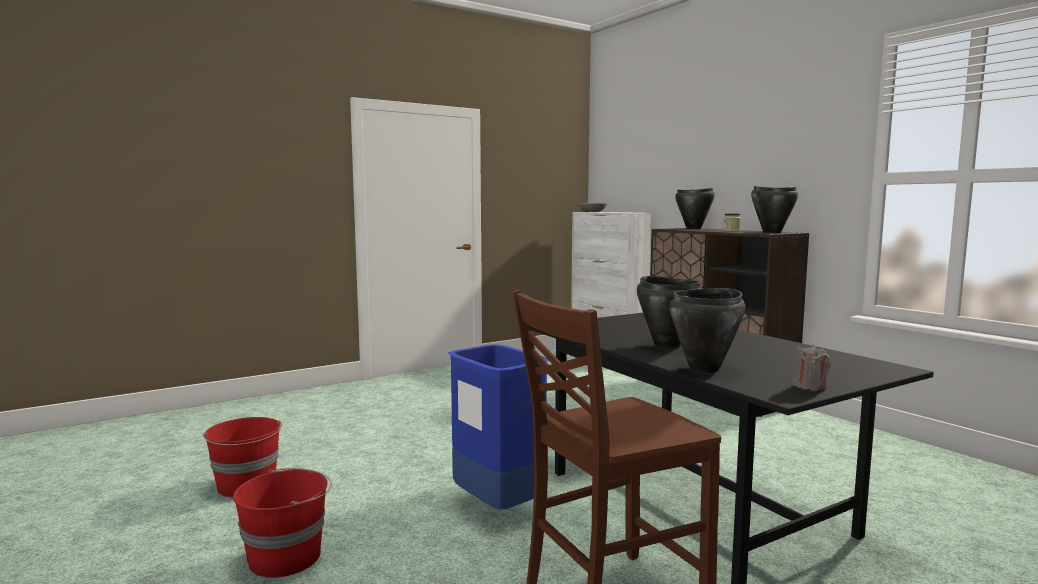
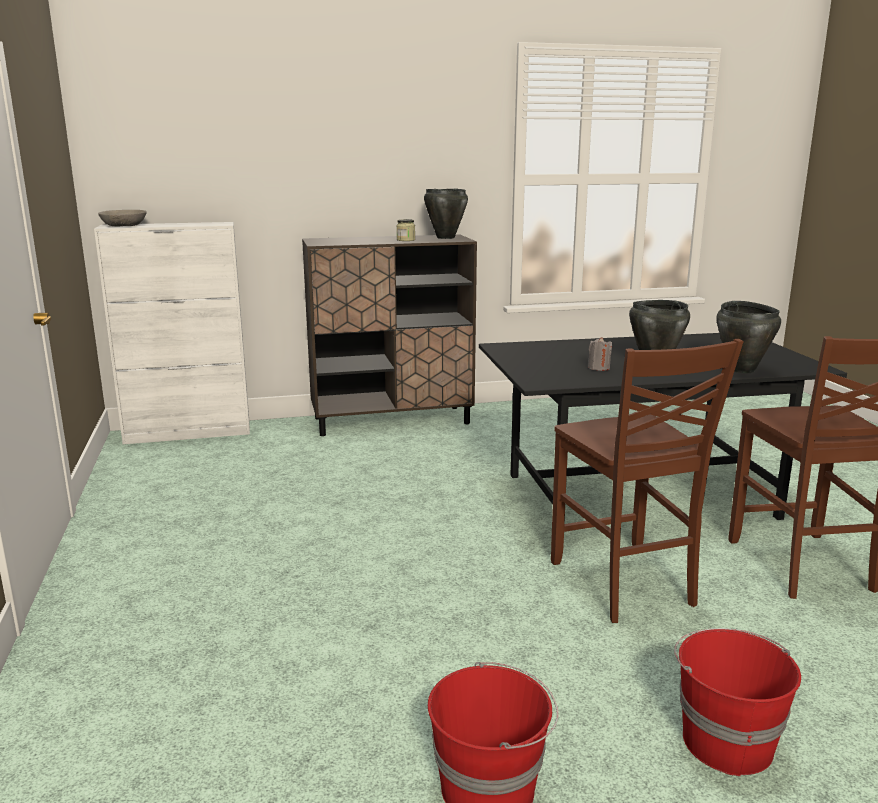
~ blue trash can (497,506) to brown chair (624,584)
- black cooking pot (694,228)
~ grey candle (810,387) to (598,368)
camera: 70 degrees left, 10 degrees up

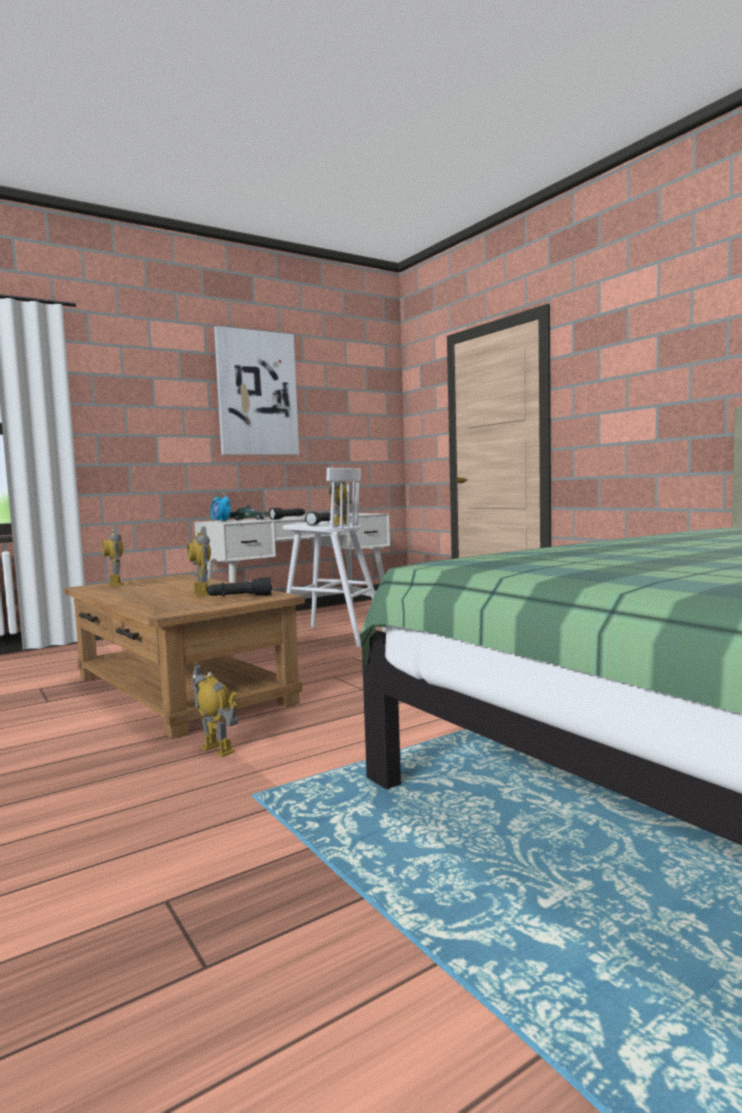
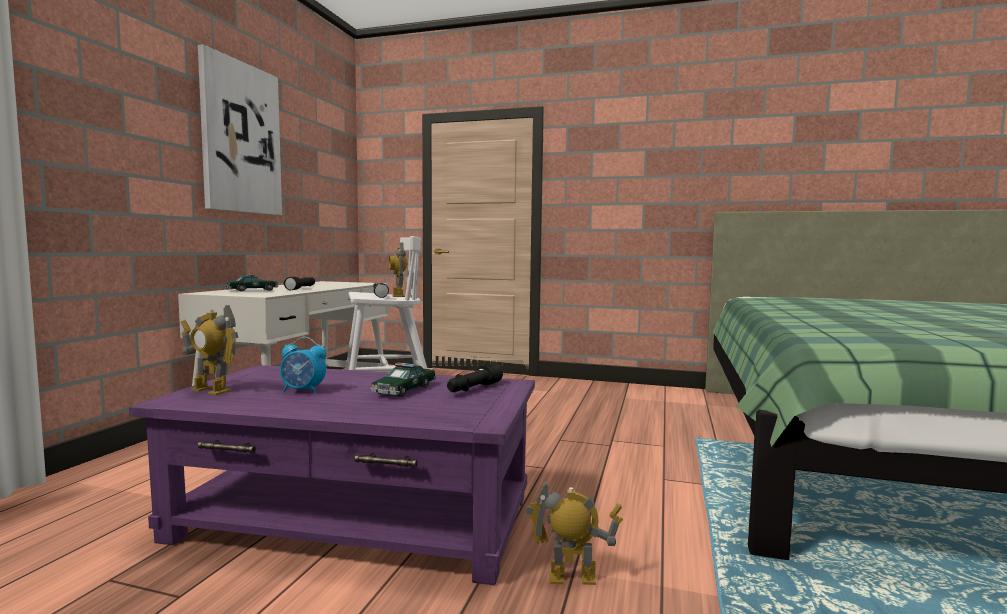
~ brown coffee table (181,690) to purple coffee table (357,518)
~ toy robot (201,593) to toy car (404,390)
~ alarm clock (220,521) to (303,391)
camera: 40 degrees left, 0 degrees up

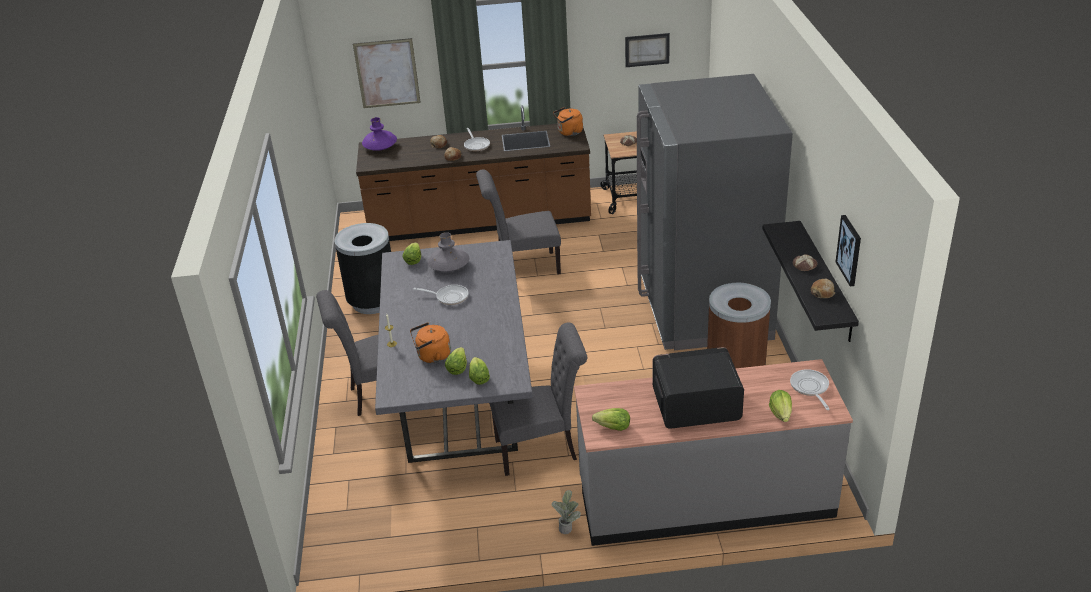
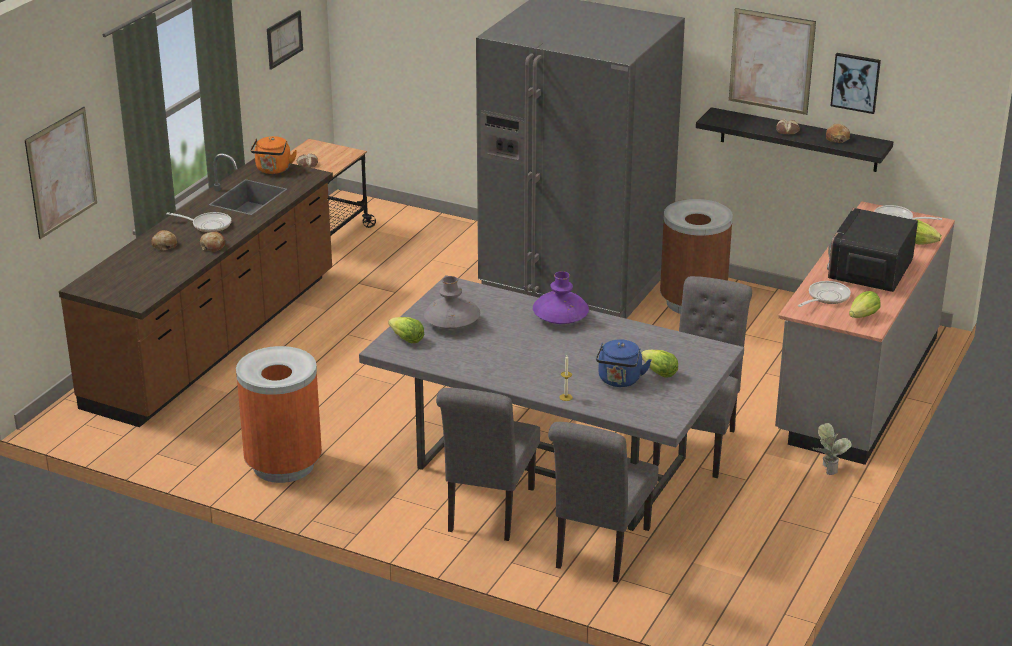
~ black trash can (373,302) to orange trash can (283,464)
~ purple vase (380,147) to (560,317)
~ orange kettle (432,356) to blue kettle (619,381)
~ frying pan (449,297) to (826,297)
- lettuce (479,378)
~ grey chair (523,267) to (599,551)
+ picture (771,61)
camera: 60 degrees left, 5 degrees down

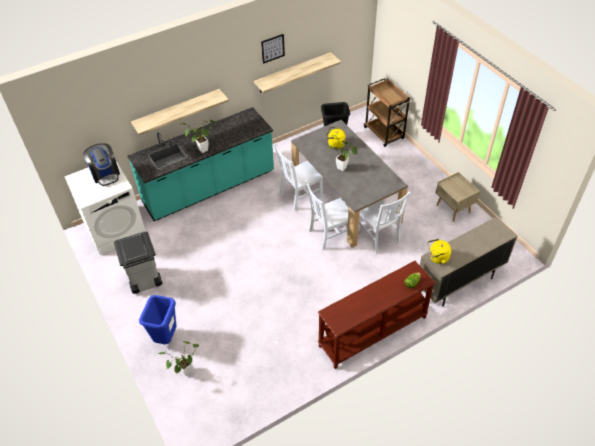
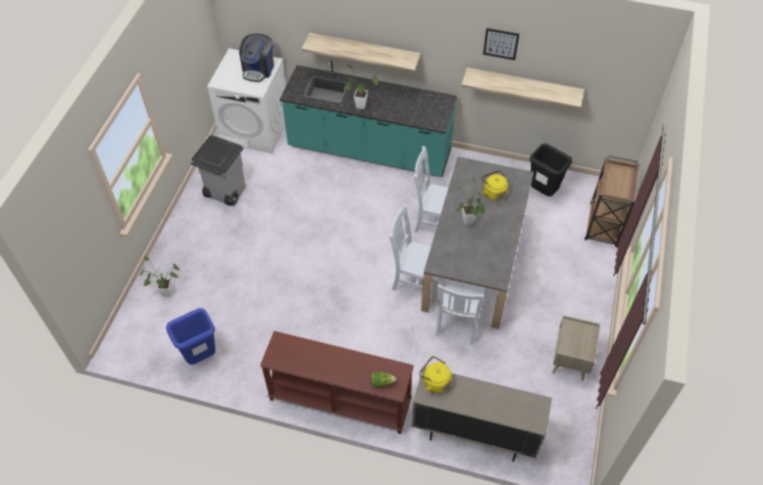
~ blue trash can (166,337) to (201,357)
camera: 45 degrees right, 5 degrees up

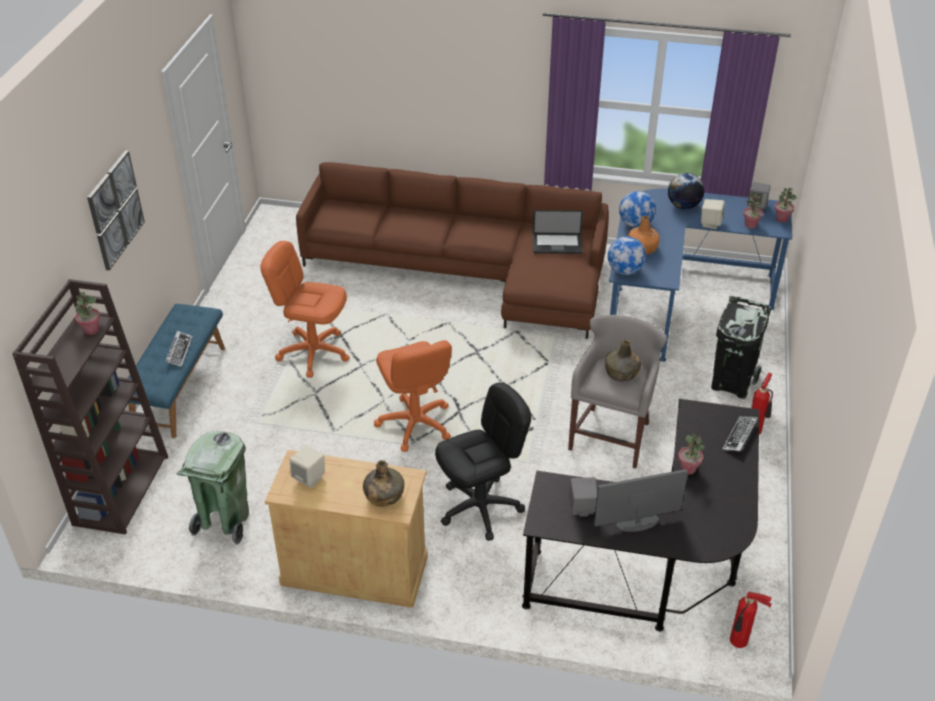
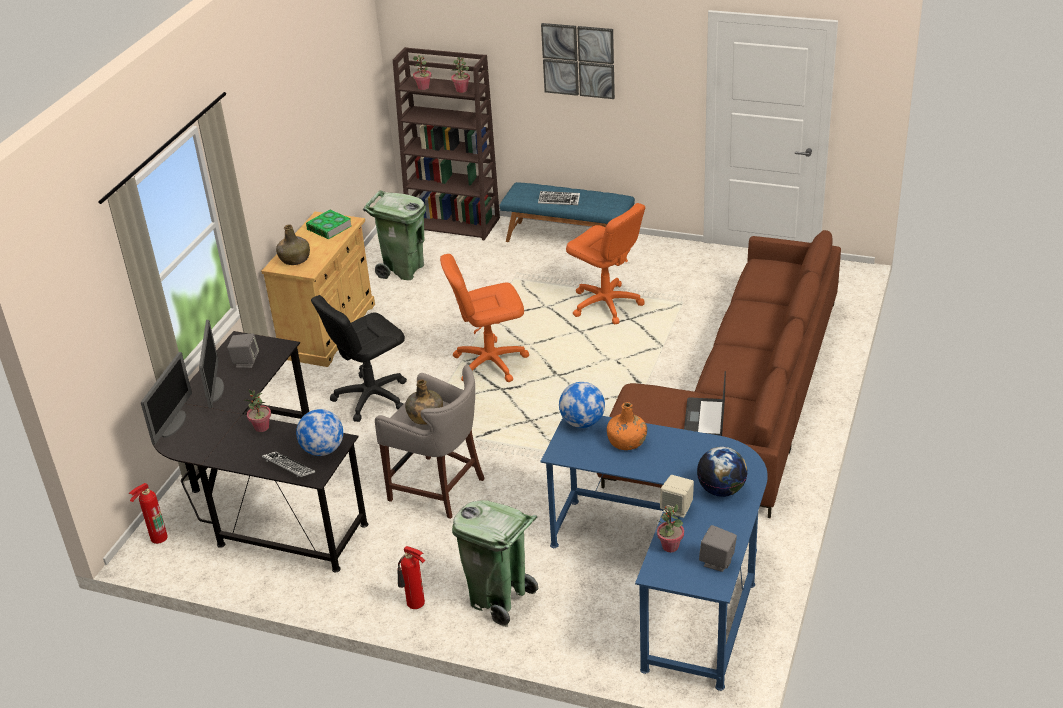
~ orange office chair (313,352) = (606,304) 105 degrees clockwise
~ beige speaker (309,478) to book (329,228)
~ black office chair (480,508) = (371,397) 75 degrees clockwise
~ globe (635,224) to (323,450)
~ black trash can (731,383) to green trash can (499,599)
~ potted plant (781,219) to (423,87)
+ monitor (173,424)
camera: 100 degrees right, 5 degrees down

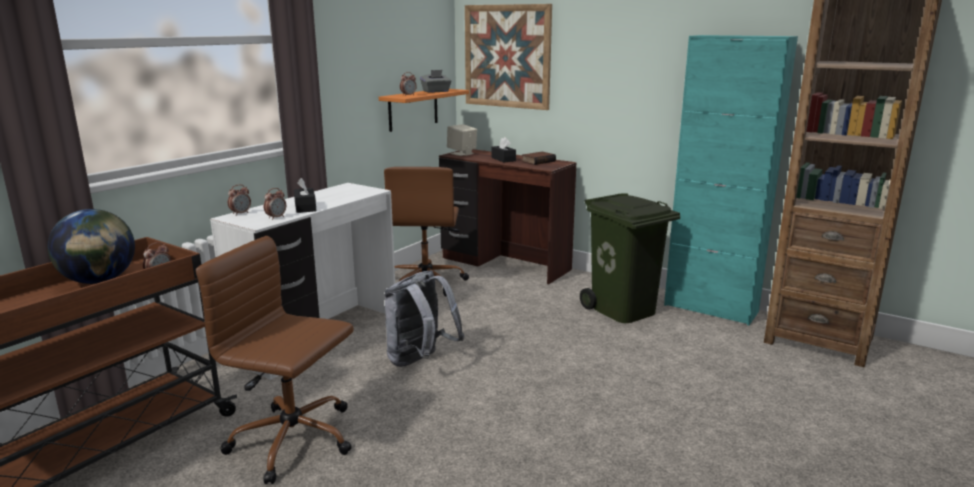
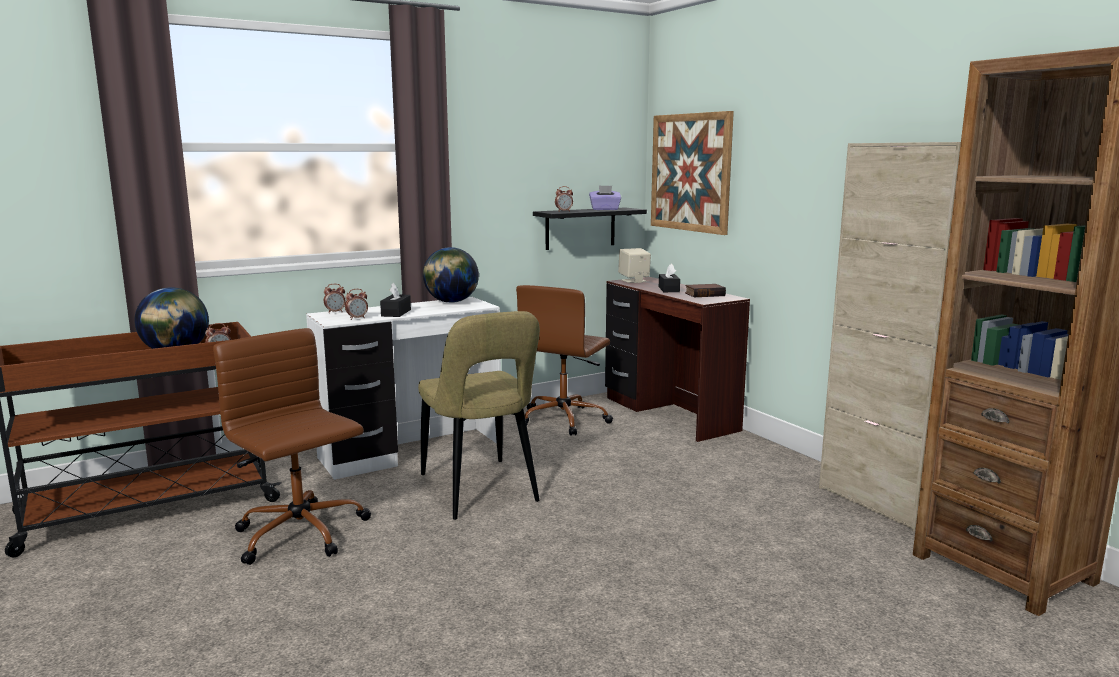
~ orange shelf (413,109) to black shelf (580,228)
~ grey backpack (420,361) to beige chair (480,491)
~ grey tissue box (436,91) to purple tissue box (605,209)
- green trash can (622,310)
~ turquoise cabinet (710,308) to beige cabinet (880,502)
+ globe (451,302)
camera: 25 degrees right, 5 degrees down

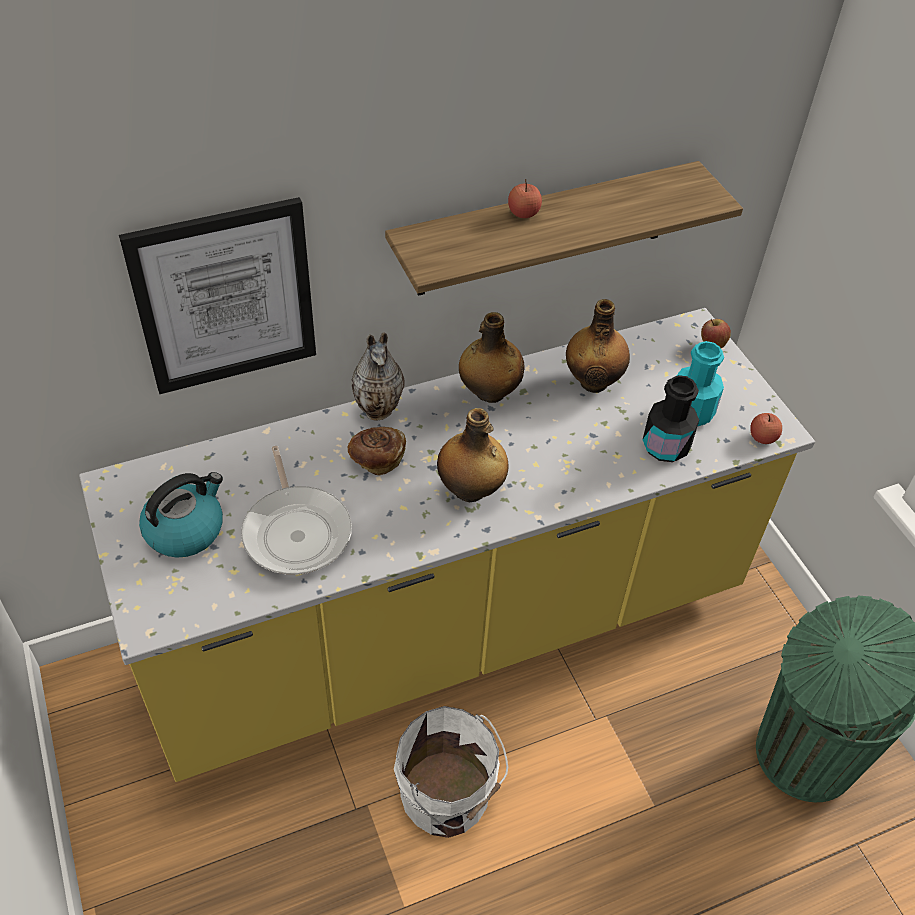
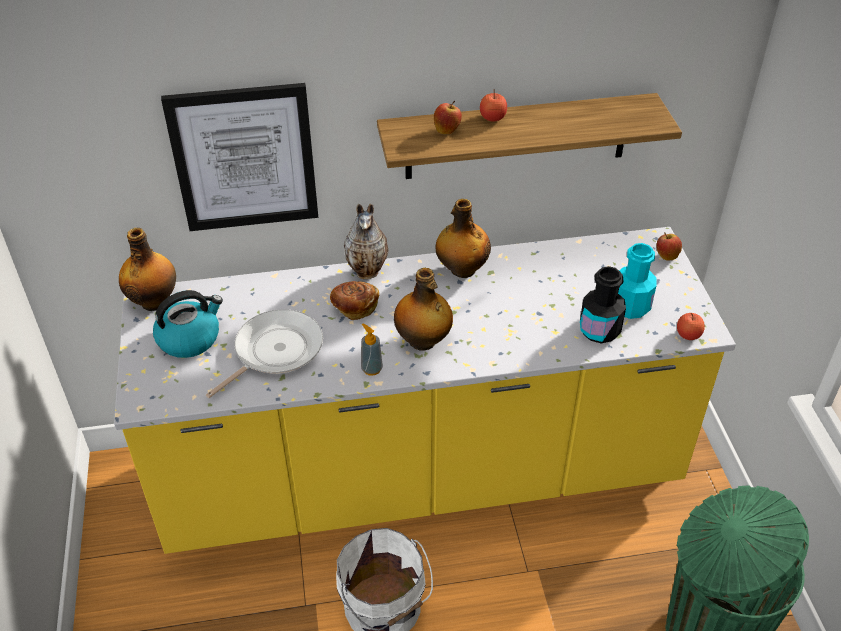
~ frying pan (297,530) = (274,351) 135 degrees counterclockwise
~ bottle (593,381) to (154,301)
+ soap dispenser (371,369)
+ apple (447,130)
camera: 15 degrees right, 5 degrees down

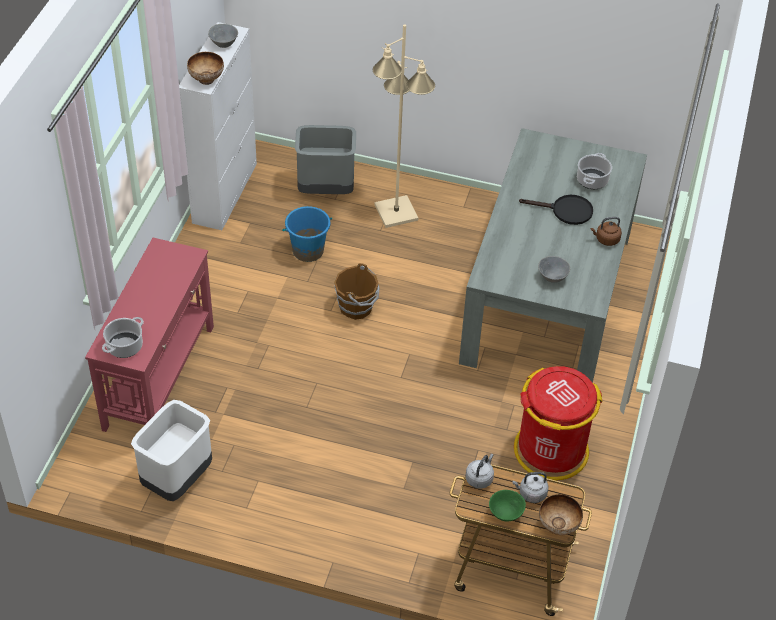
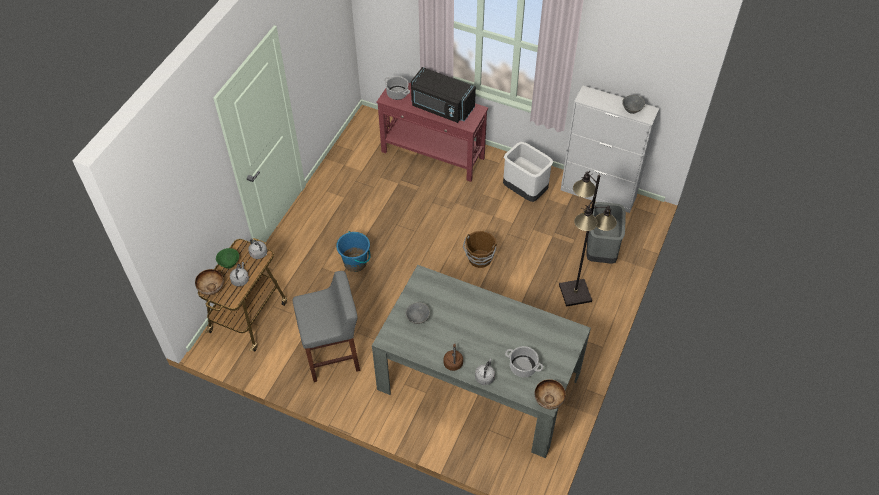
~ white trash can (177,479) to (525,191)
~ bowl (206,80) to (548,401)
~ blue bucket (308,251) to (355,263)
~ beige floor lamp (395,212) to black floor lamp (575,292)
~ red trash can (550,450) to grey stool (333,355)
- black frying pan (566,211)
+ black microwave (441,107)
+ grey kettle (485,376)
camera: 100 degrees right, 5 degrees up

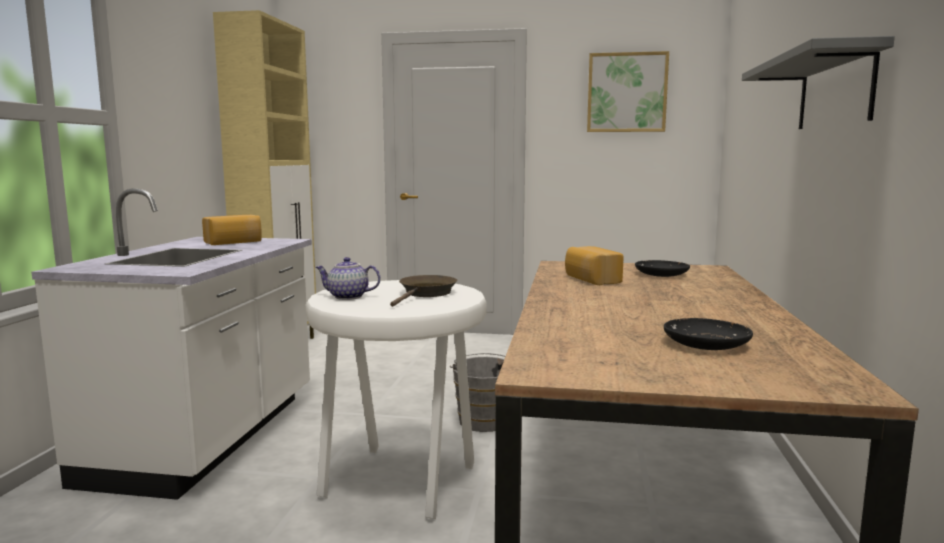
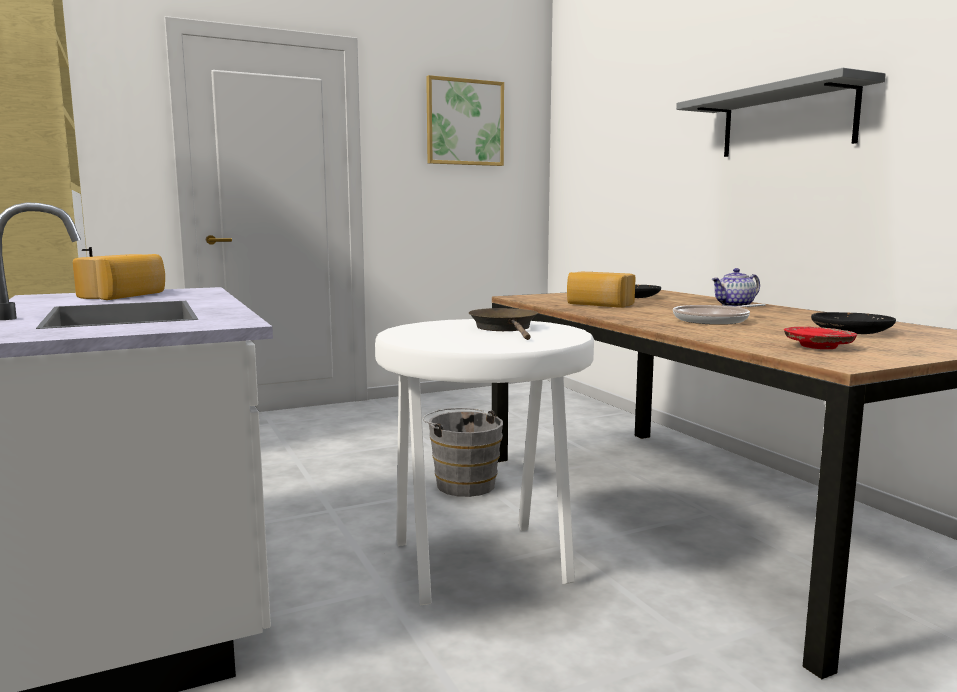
~ teapot (347,297) to (735,306)
+ frying pan (714,320)
+ red plate (818,347)
camera: 35 degrees left, 0 degrees up

